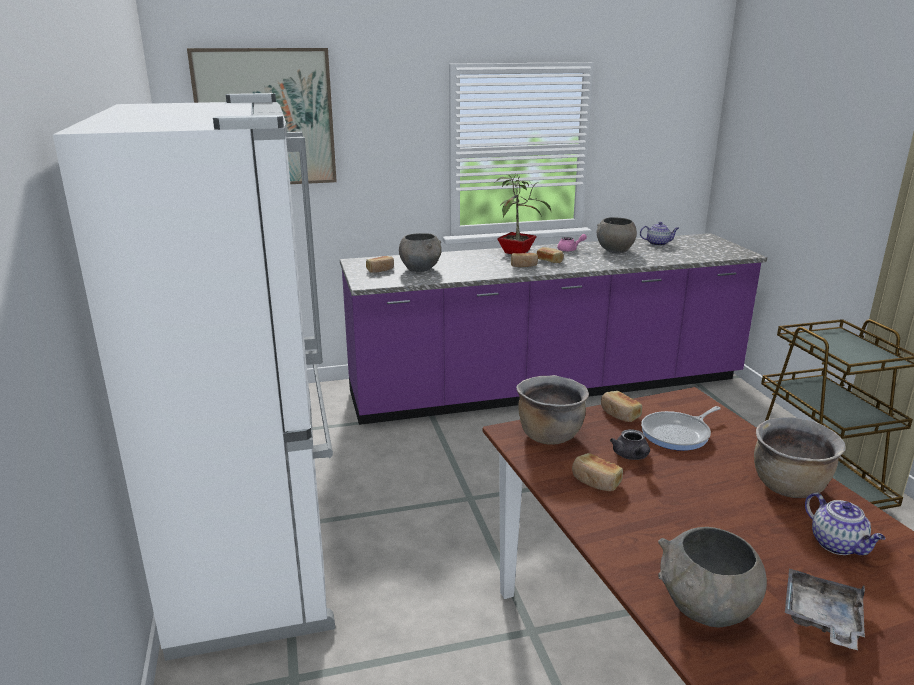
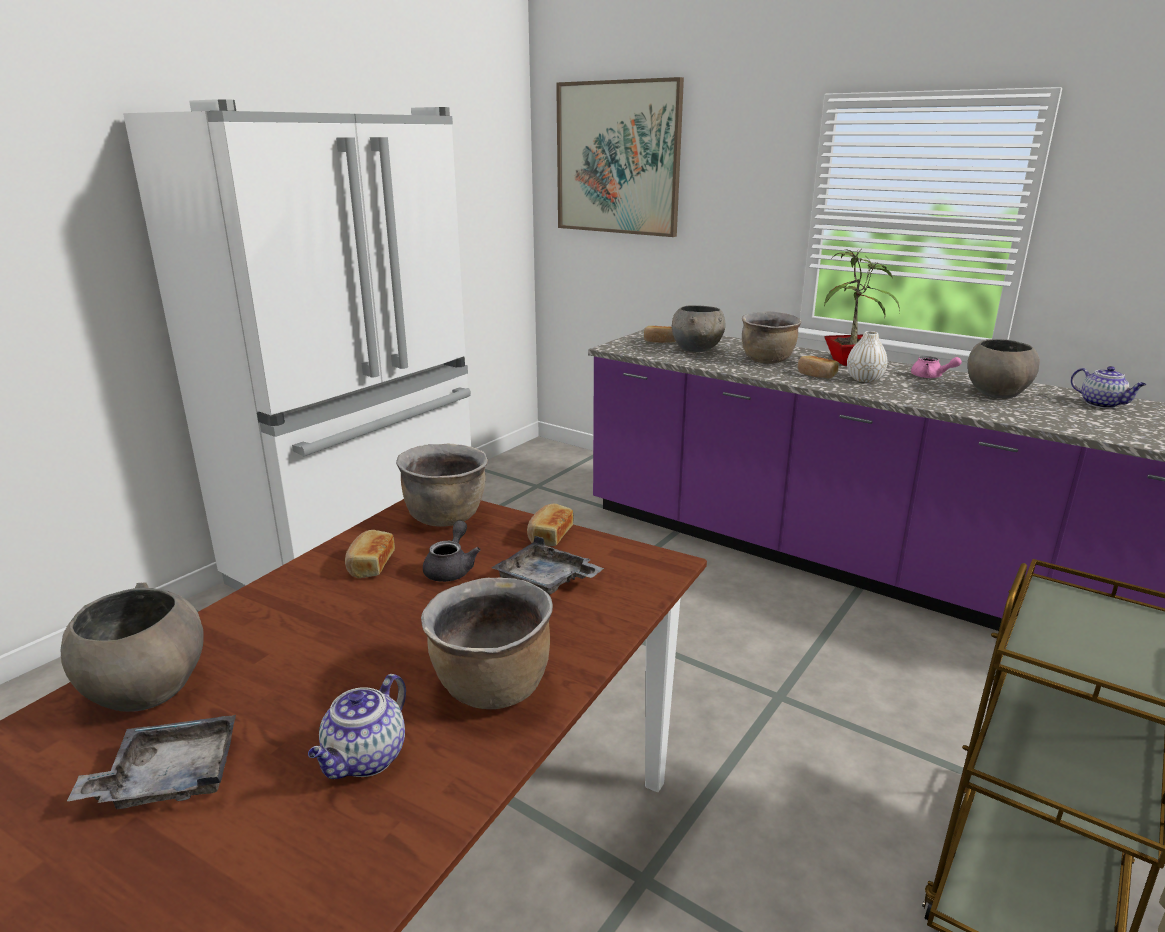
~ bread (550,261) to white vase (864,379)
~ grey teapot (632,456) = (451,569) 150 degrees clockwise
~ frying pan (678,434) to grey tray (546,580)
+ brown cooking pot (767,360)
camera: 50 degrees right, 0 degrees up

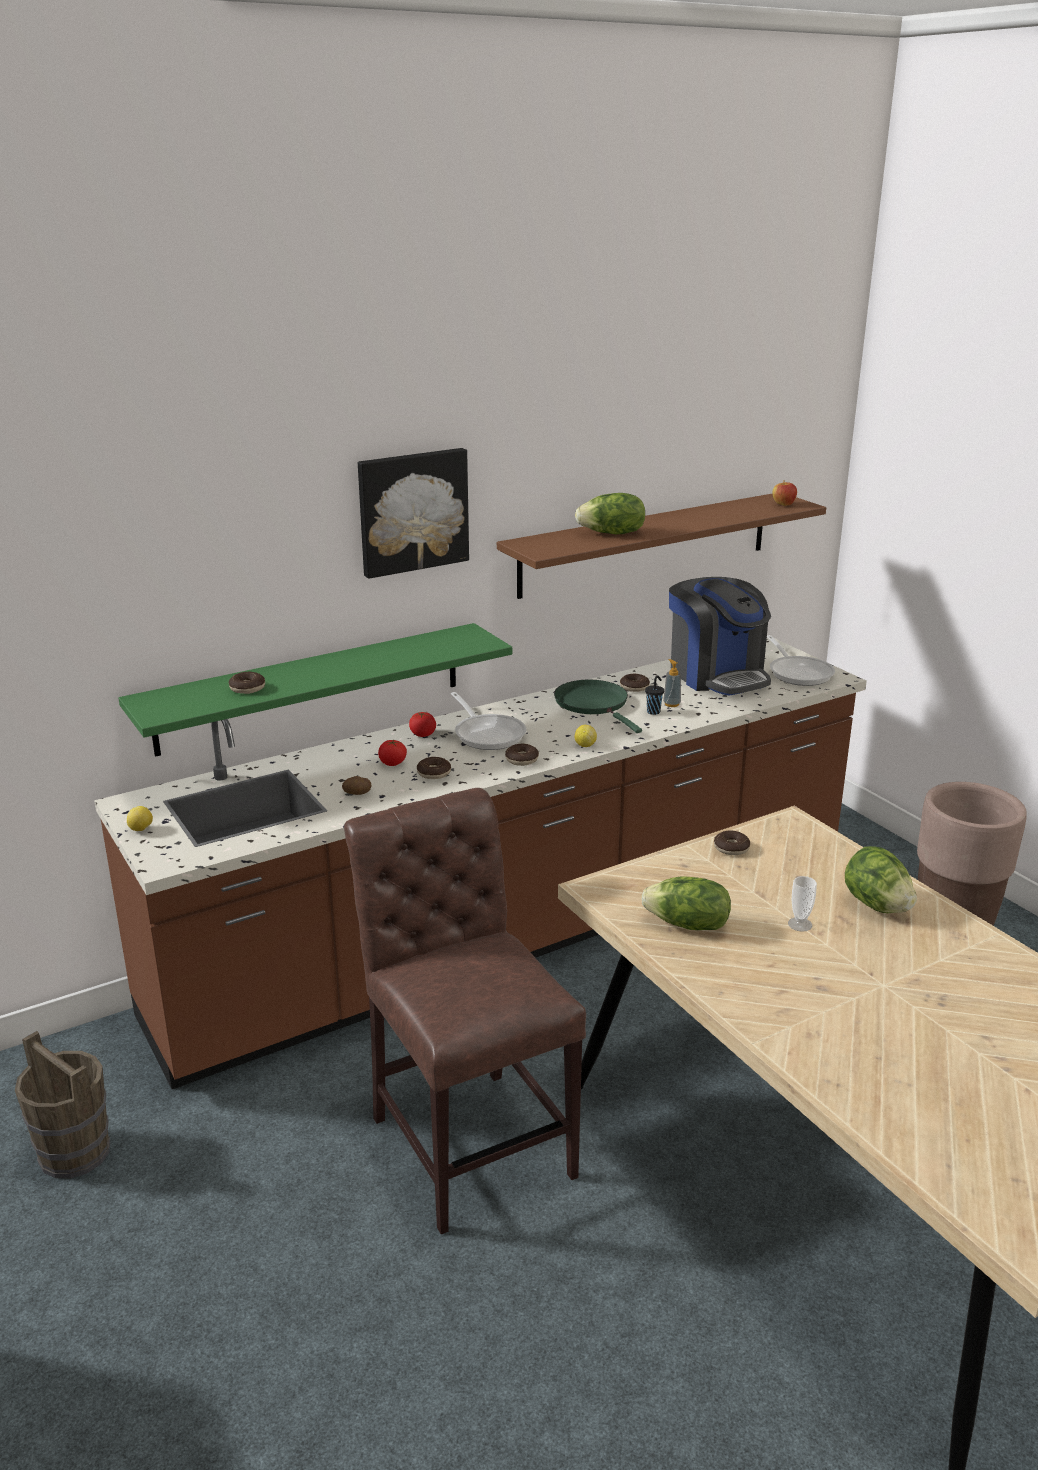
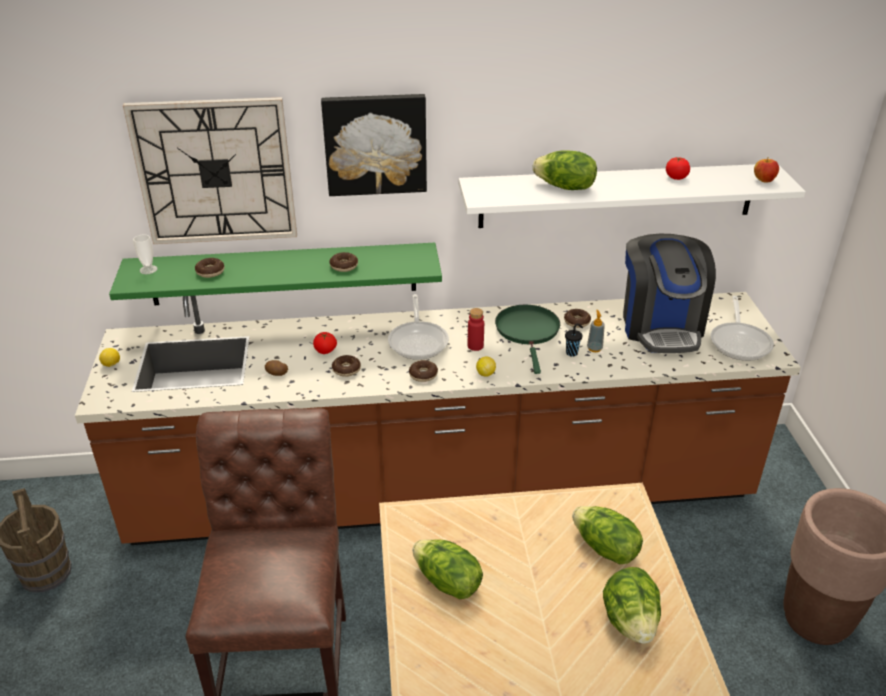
~ tomato (423,734) to (676,177)
~ brown shelf (646,544) to white shelf (617,195)
~ donut (731,848) to (344,266)
~ cup (800,924) to (148,270)
+ wall clock (215,172)
+ red bottle (475,346)
+ lettuce (604,548)
camera: 25 degrees right, 10 degrees up

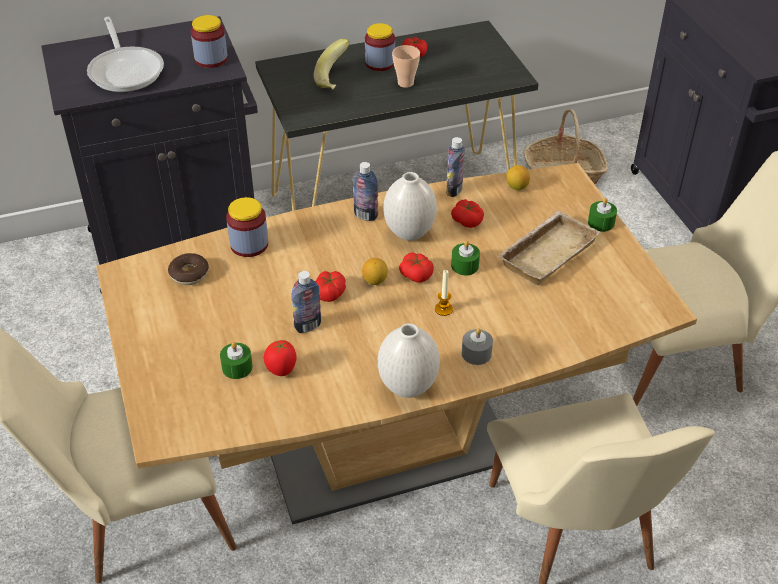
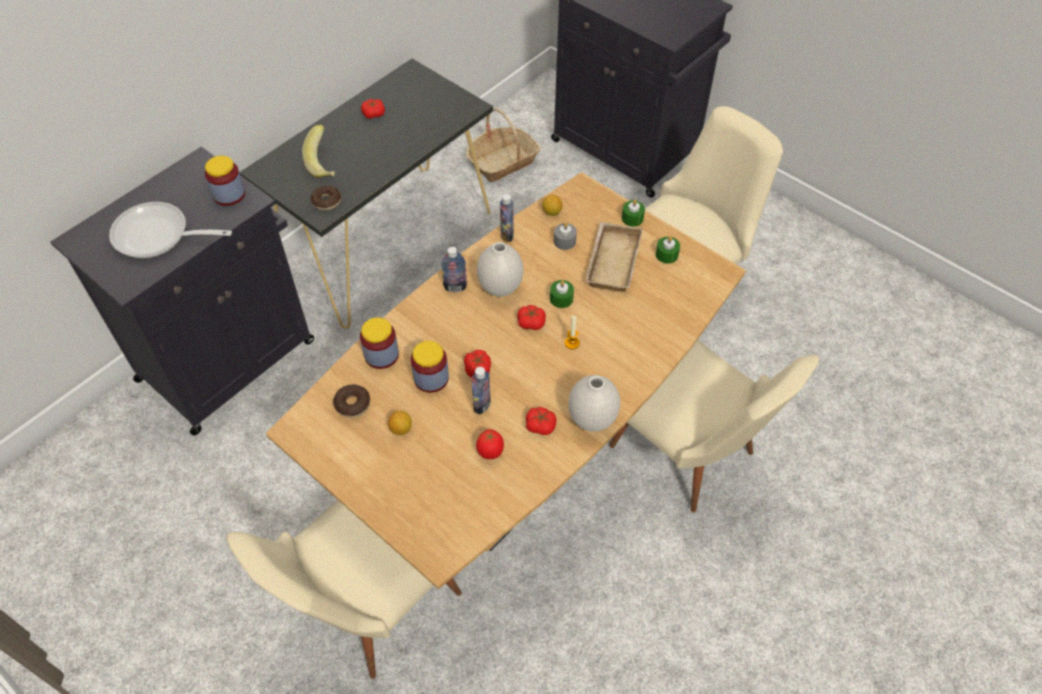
~ frying pan (126,70) = (158,236) 150 degrees clockwise
~ green candle (237,367) to (666,255)
~ lemon (375,281) to (401,429)
~ jar (380,63) to (431,378)
- cup (405,83)
~ tomato (467,220) to (540,425)
~ grey candle (476,353) to (564,241)
+ donut (326,201)
camera: 30 degrees left, 10 degrees up

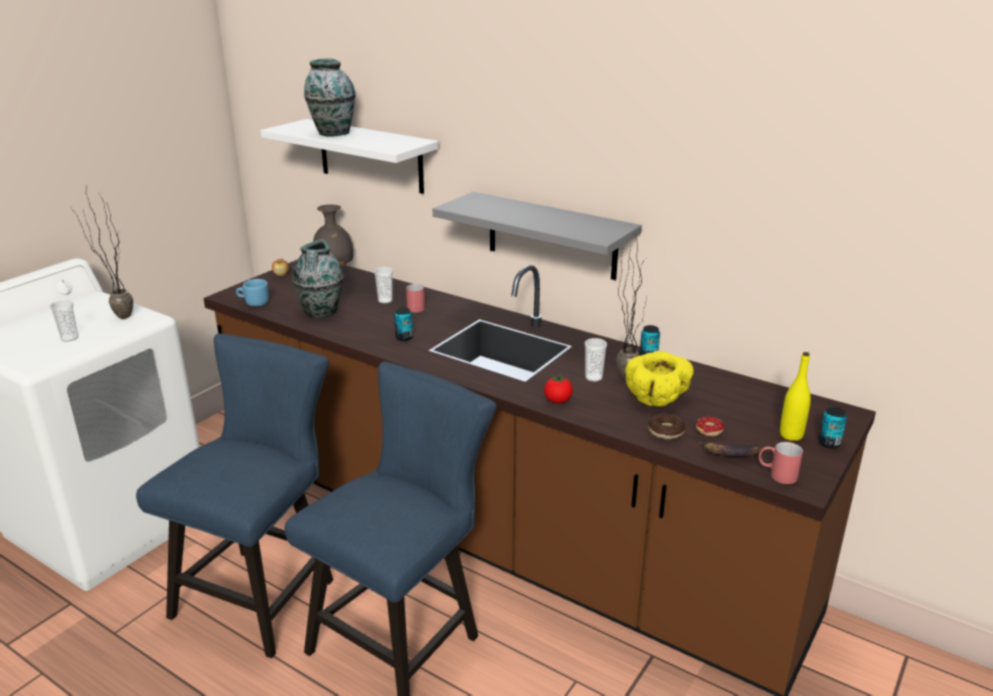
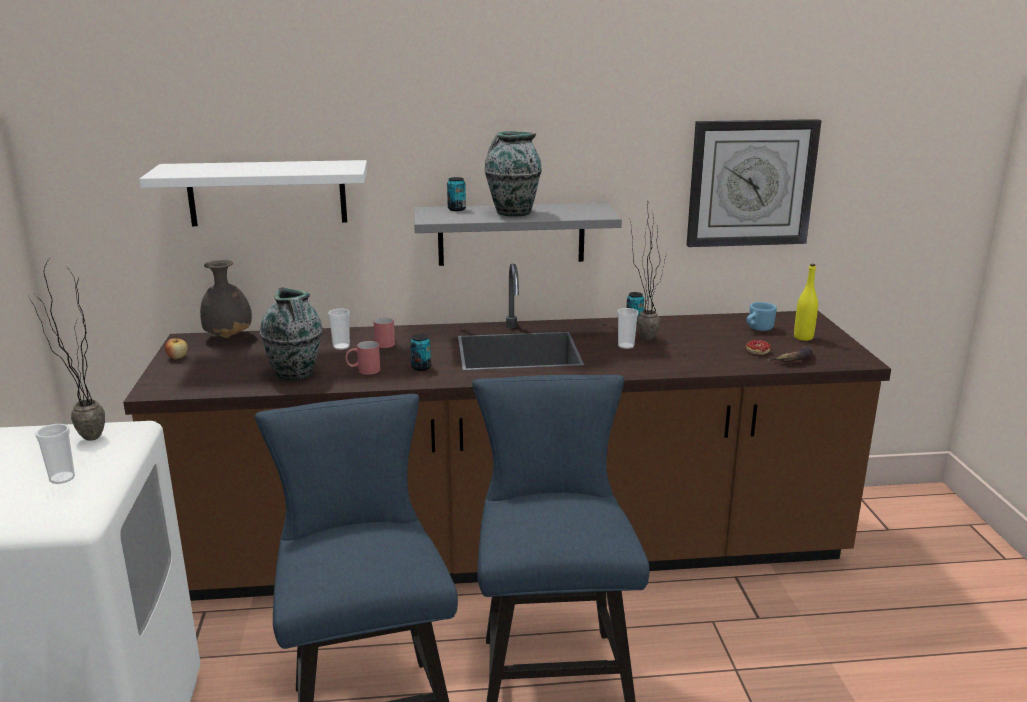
~ blue mug (254,303) to (757,329)
~ vase (333,133) to (512,212)
- tomato (558,401)
- yellow bowl (656,399)
- donut (666,432)
~ red mug (776,474) to (363,371)
~ can (829,443) to (456,209)
+ wall clock (751,183)
camera: 40 degrees left, 5 degrees down

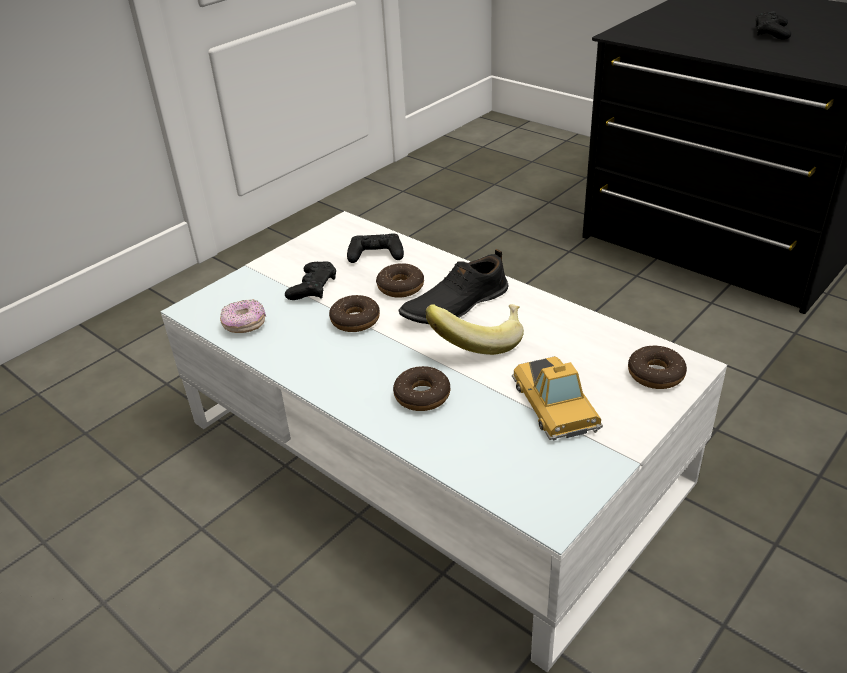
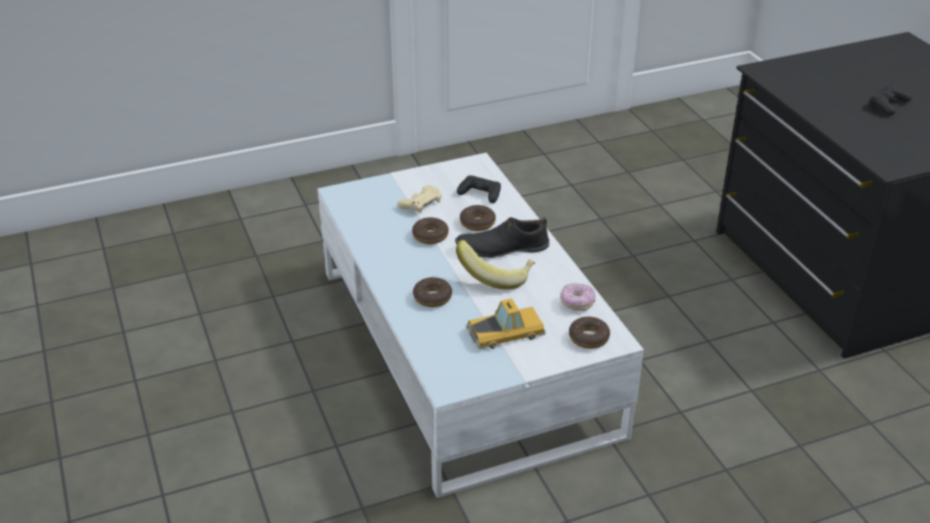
~ donut (244,325) to (577,303)
~ black game controller (312,287) to beige game controller (421,204)
~ toy car (555,405) = (507,332) 120 degrees counterclockwise
camera: 25 degrees right, 0 degrees up

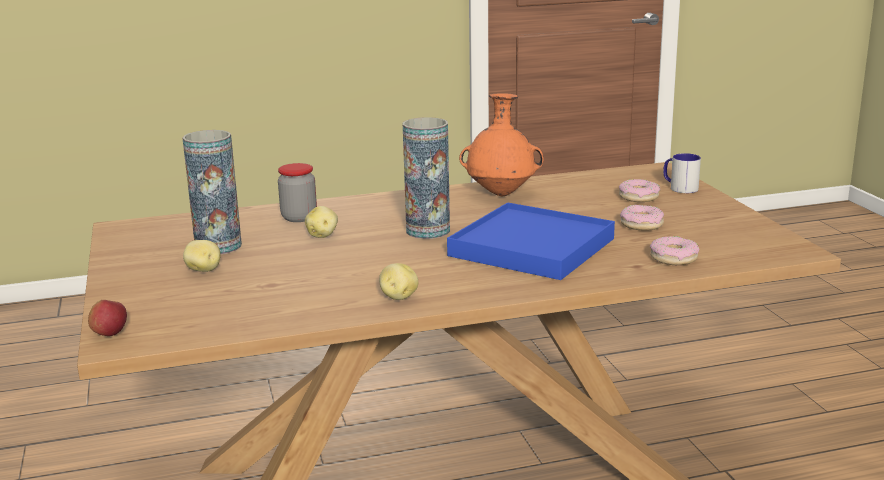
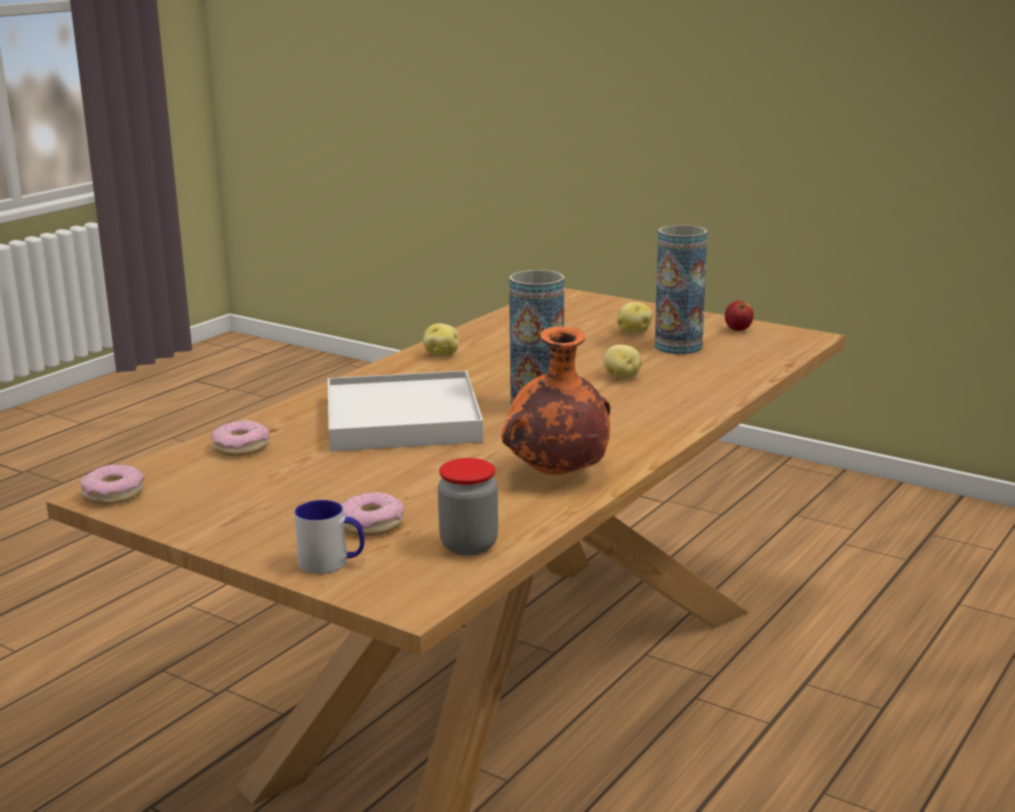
~ apple (110,334) to (738,330)
~ jar (299,217) to (469,545)
~ blue tray (531,247) to white tray (403,419)
~ donut (642,224) to (113,494)
camera: 140 degrees right, 0 degrees up

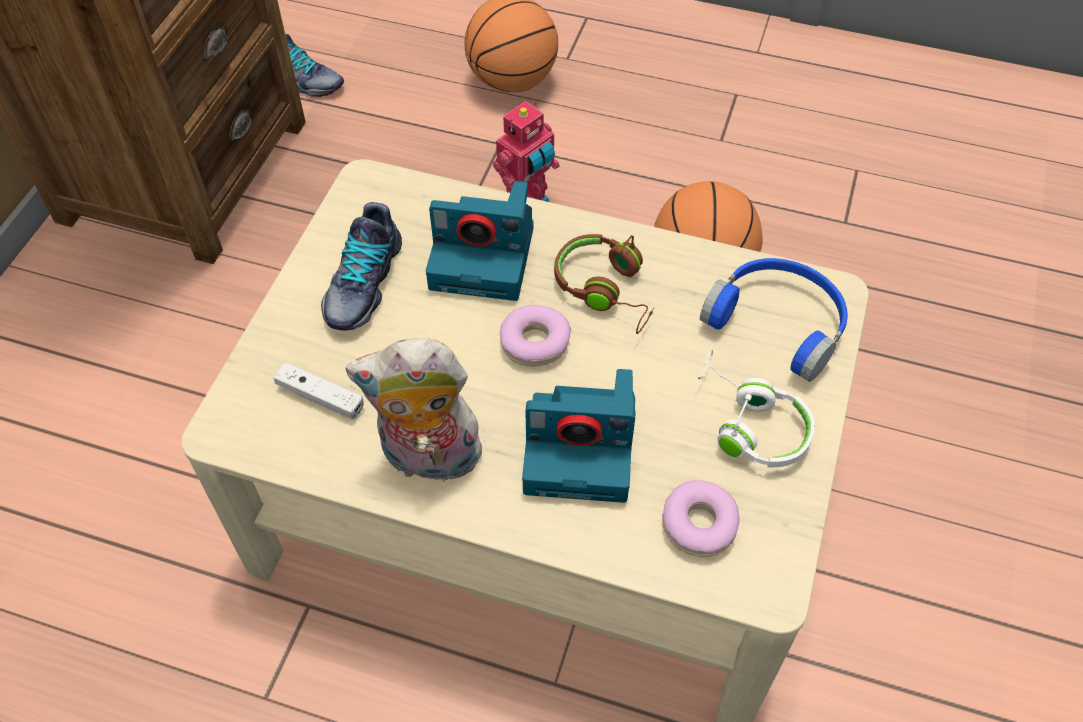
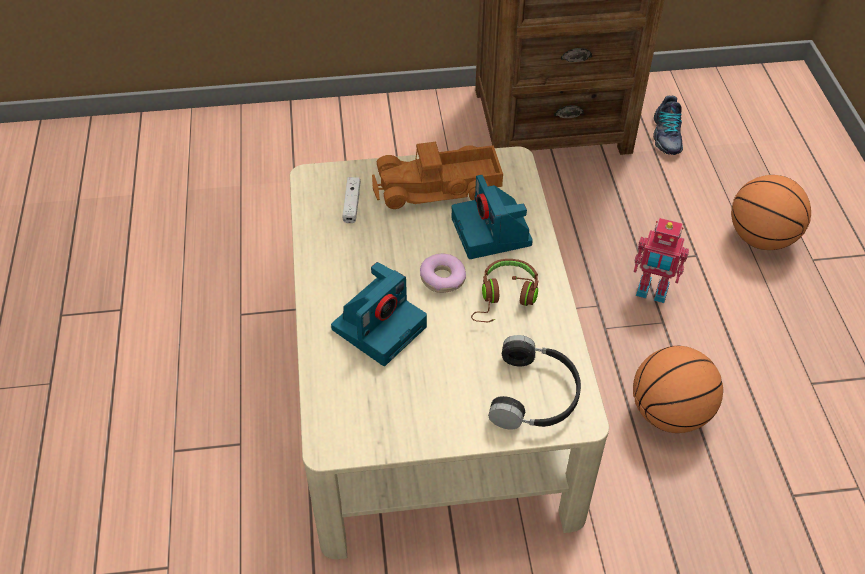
~ shoe (362,283) to toy truck (438,189)
- plush toy (428,459)
~ photo camera (582,448) = (380,326) 120 degrees counterclockwise
- donut (699,524)
- white headphones (748,423)
~ blue headphones (779,322) to black headphones (536,395)
camera: 65 degrees right, 5 degrees down

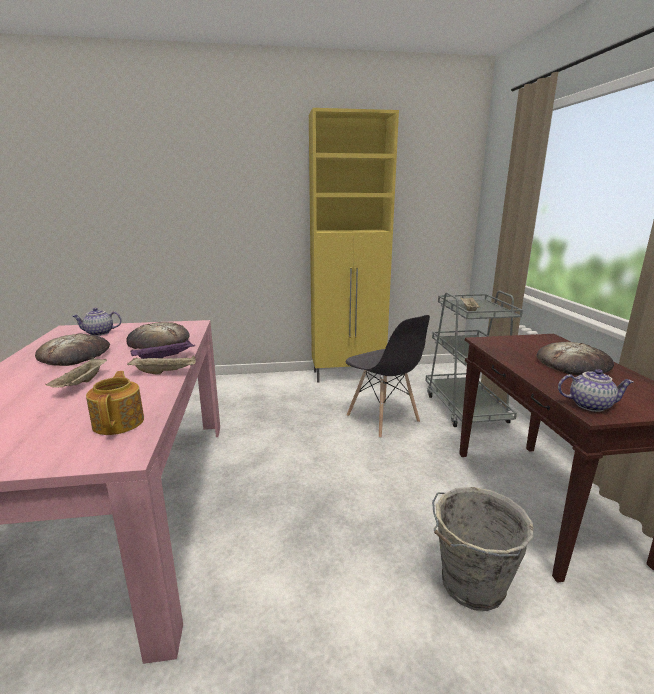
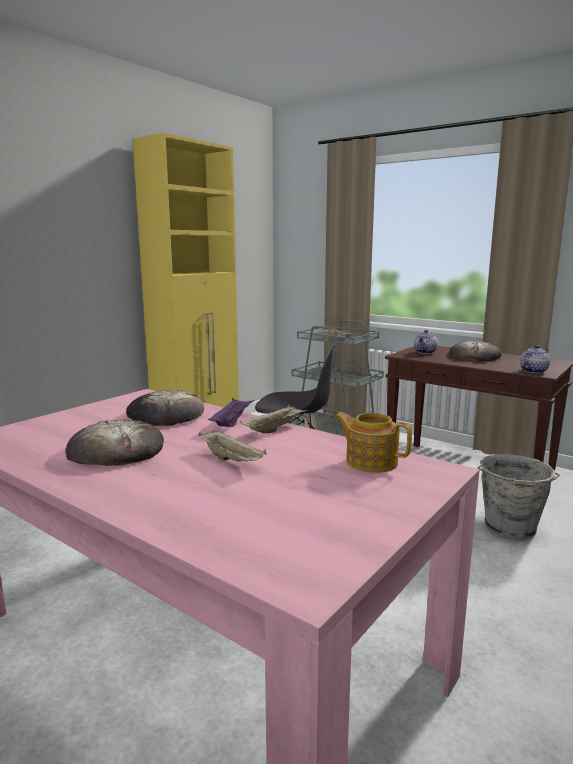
~ teapot (99,333) to (425,352)
camera: 45 degrees left, 5 degrees down

